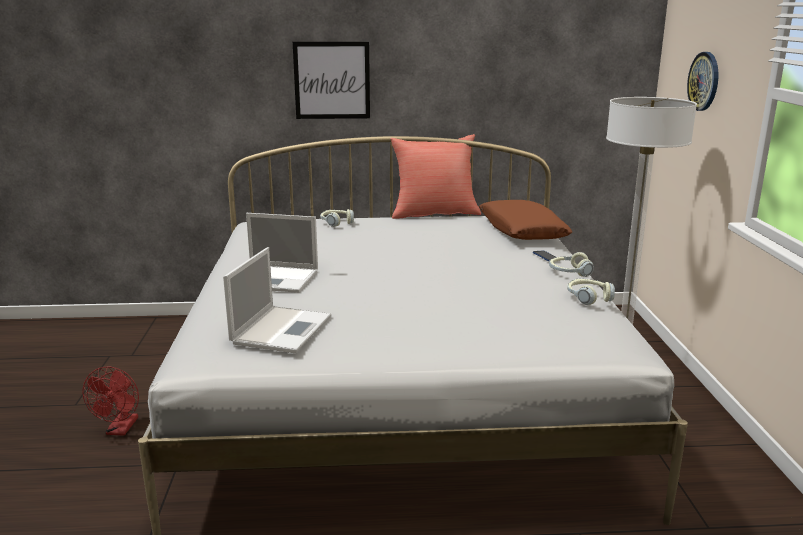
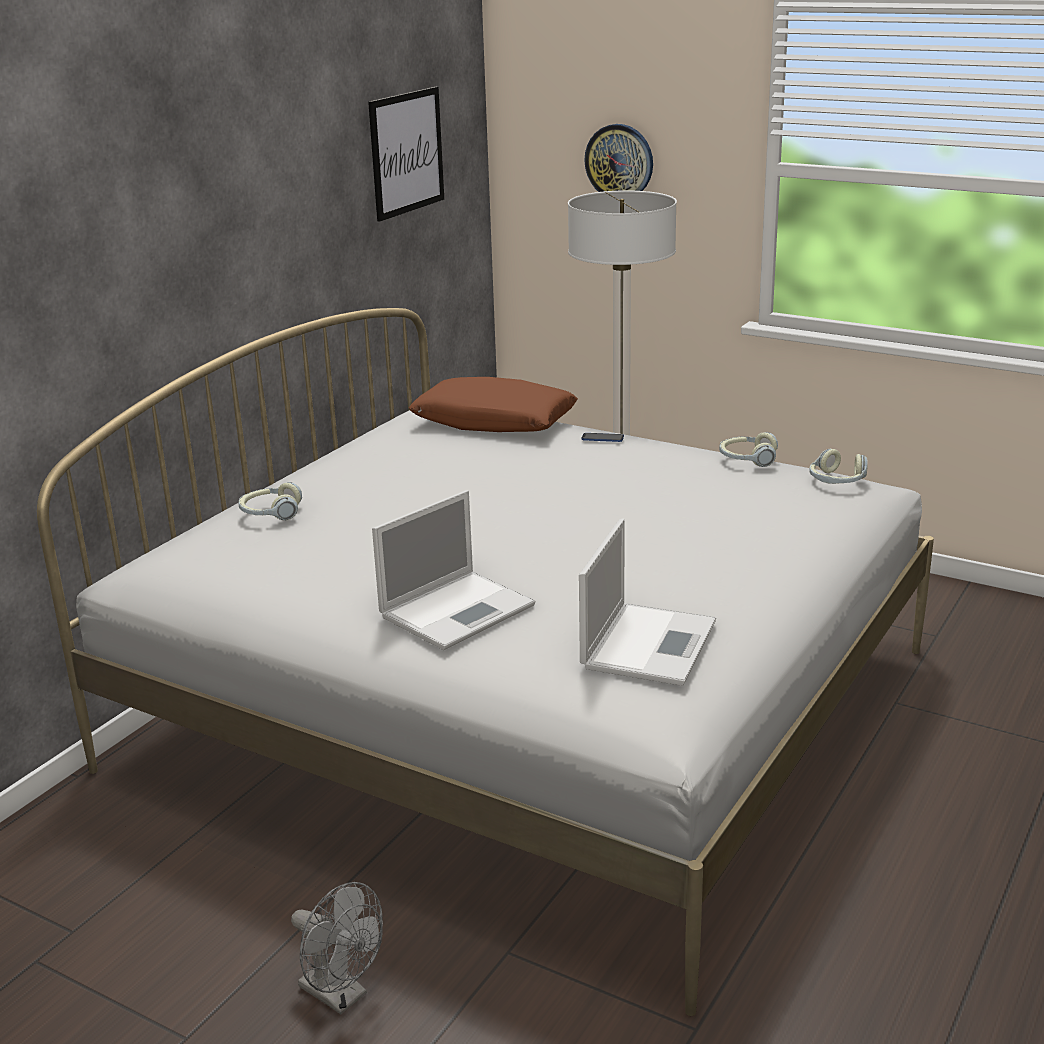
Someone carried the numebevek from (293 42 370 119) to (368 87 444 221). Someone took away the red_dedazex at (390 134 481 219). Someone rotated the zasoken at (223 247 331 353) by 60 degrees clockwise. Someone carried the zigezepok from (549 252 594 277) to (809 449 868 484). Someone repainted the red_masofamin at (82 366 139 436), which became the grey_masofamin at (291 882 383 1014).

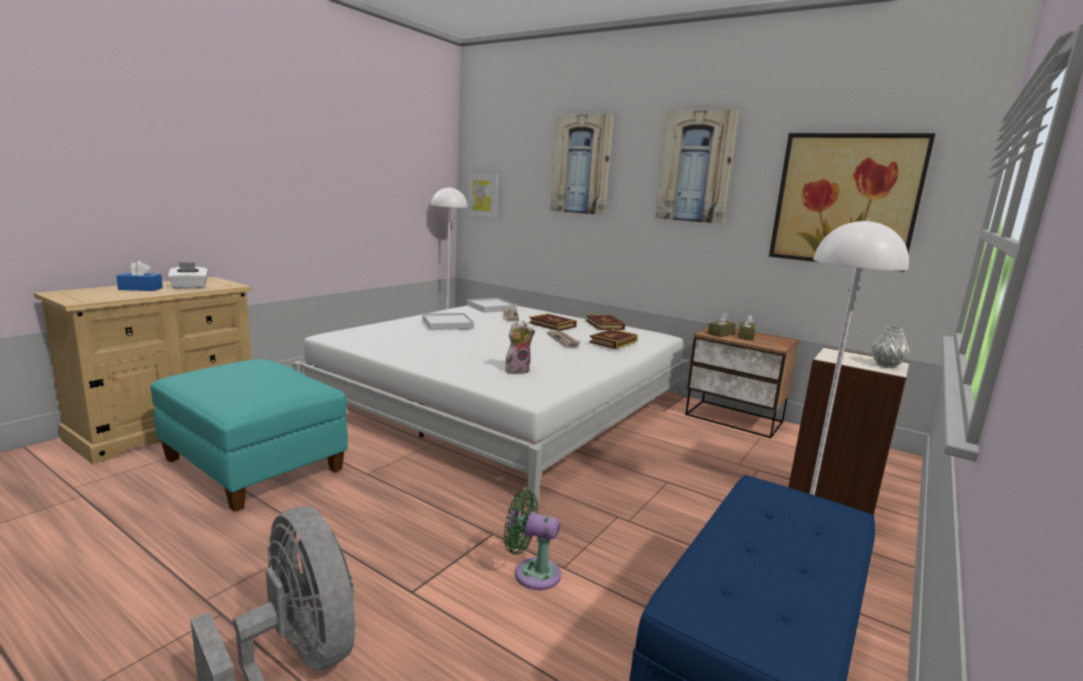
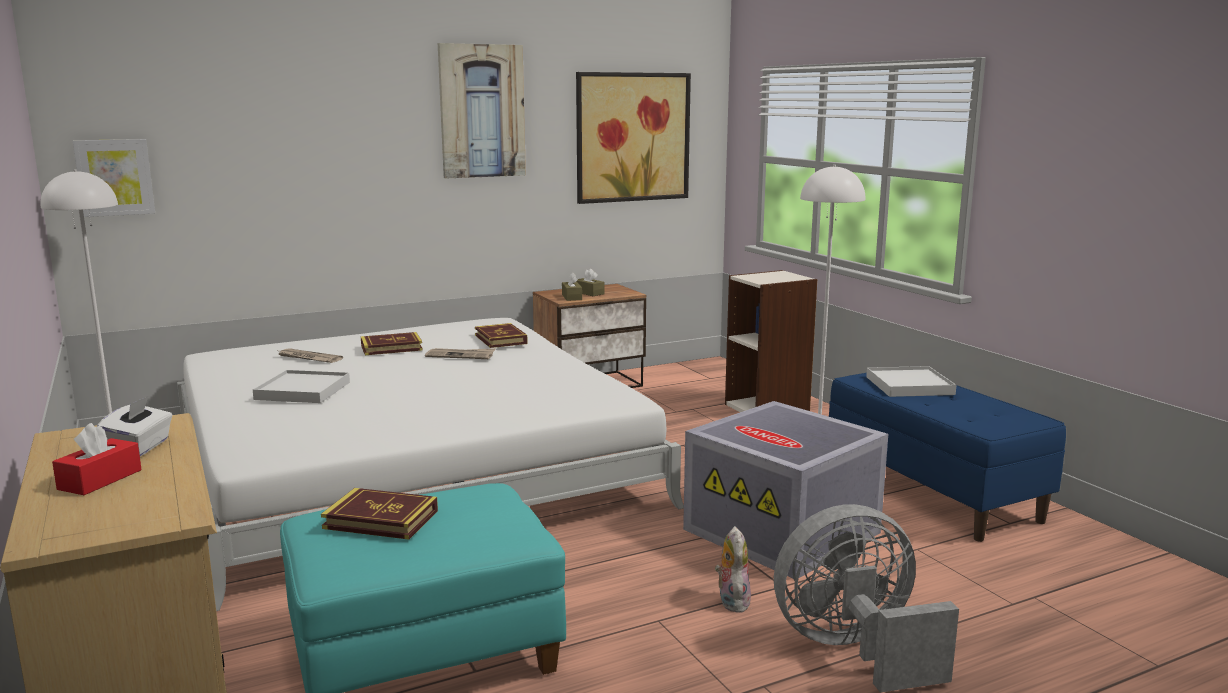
Someone took away the numebevek at (550 114 613 215). Someone repainted the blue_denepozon at (116 261 163 291), which became the red_denepozon at (52 423 142 495). Someone carried the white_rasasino from (467 298 517 313) to (866 366 956 397). Someone carried the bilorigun from (586 315 625 330) to (321 488 438 540). Someone carried the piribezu from (505 321 535 374) to (715 526 751 613). Someone took away the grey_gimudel at (871 327 910 368). Someone swapped the green_masofamin at (504 490 561 590) for the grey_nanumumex at (683 401 888 579).

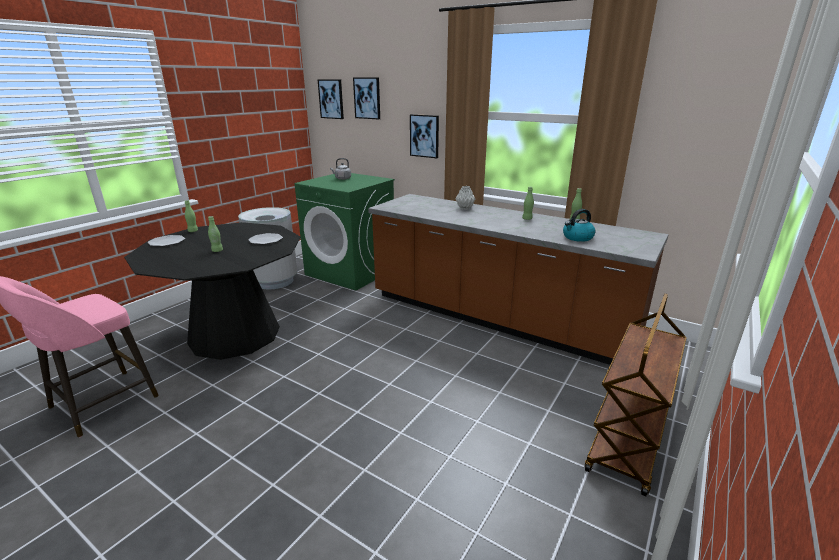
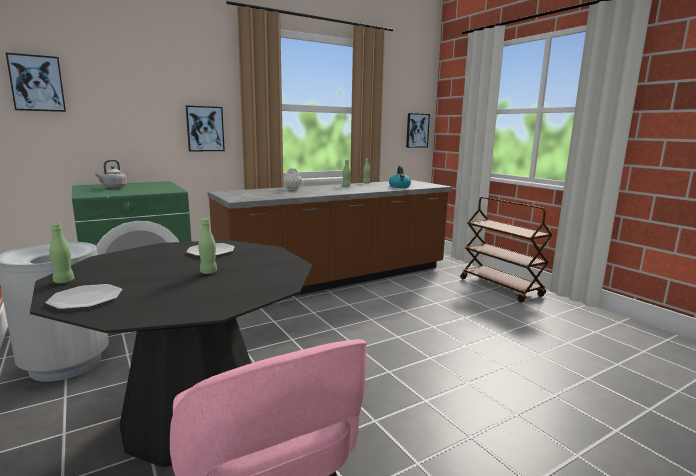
Someone carried the numebevek from (353 78 380 119) to (406 113 430 148).

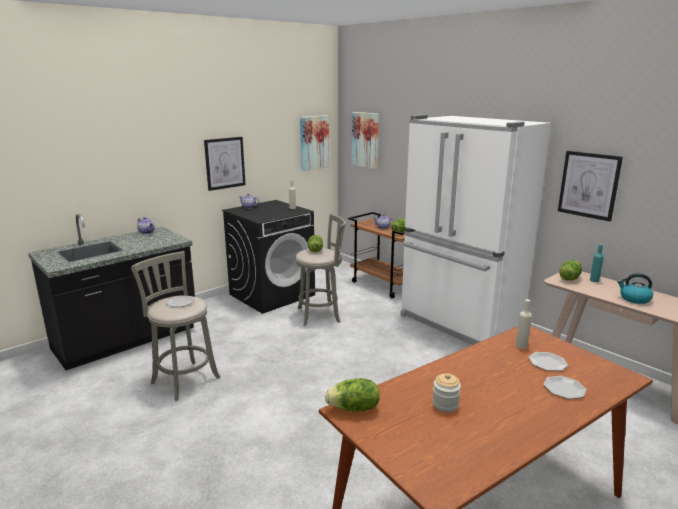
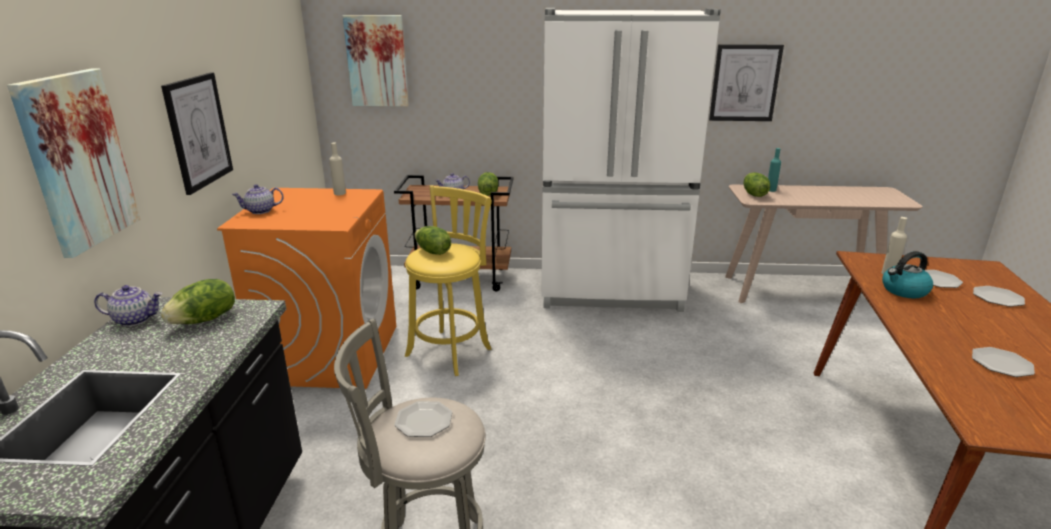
Someone carried the numebevek from (300 115 329 171) to (7 68 140 258). Someone repainted the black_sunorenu at (222 200 315 314), which became the orange_sunorenu at (217 188 396 389). Someone repainted the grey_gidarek at (295 213 346 326), which became the yellow_gidarek at (405 185 492 376). Someone carried the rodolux from (617 273 653 304) to (882 251 933 298). Someone swapped the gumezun at (432 373 461 412) for the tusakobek at (972 347 1035 377). Someone carried the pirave from (325 378 380 412) to (161 279 235 324).

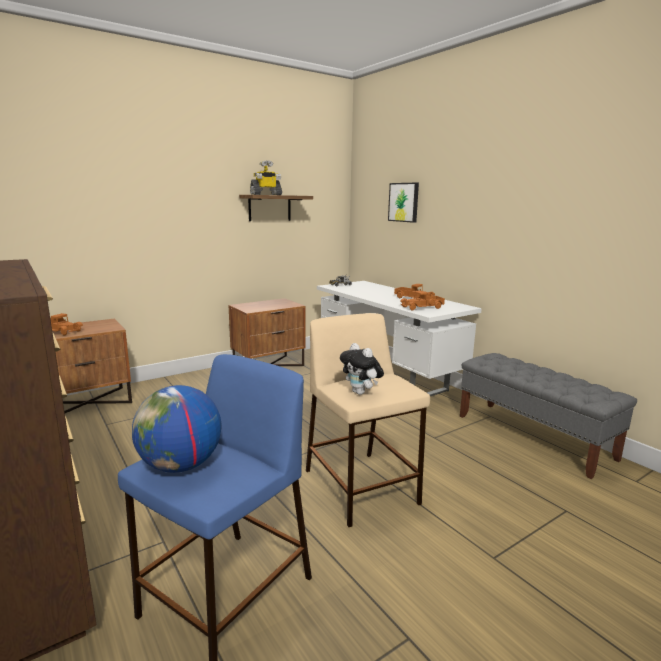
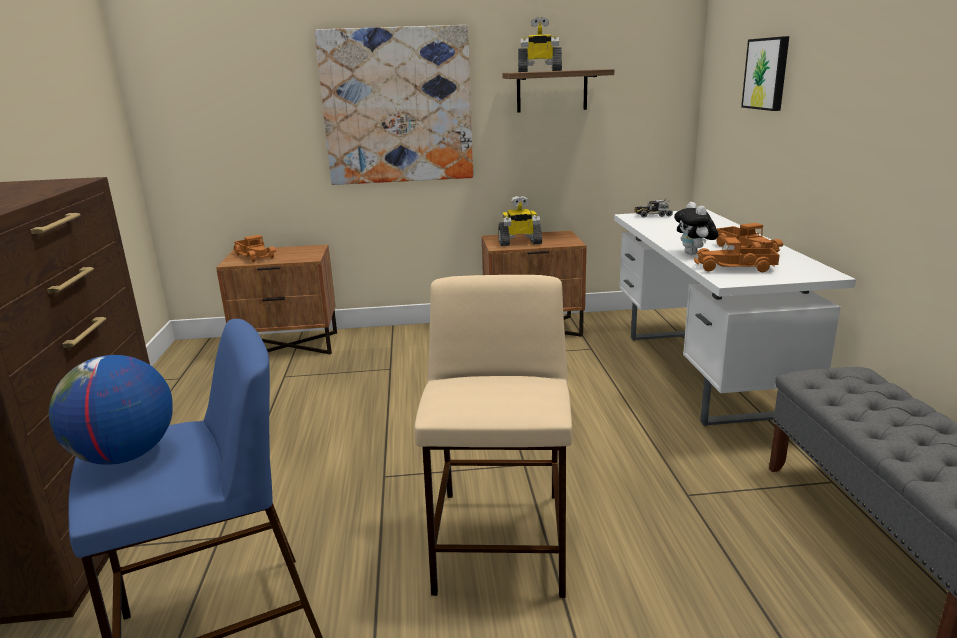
Someone carried the piribezu from (340 343 384 395) to (674 202 718 255). Someone put up the numebevek at (314 25 473 185). Someone put down the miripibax at (498 196 542 246).

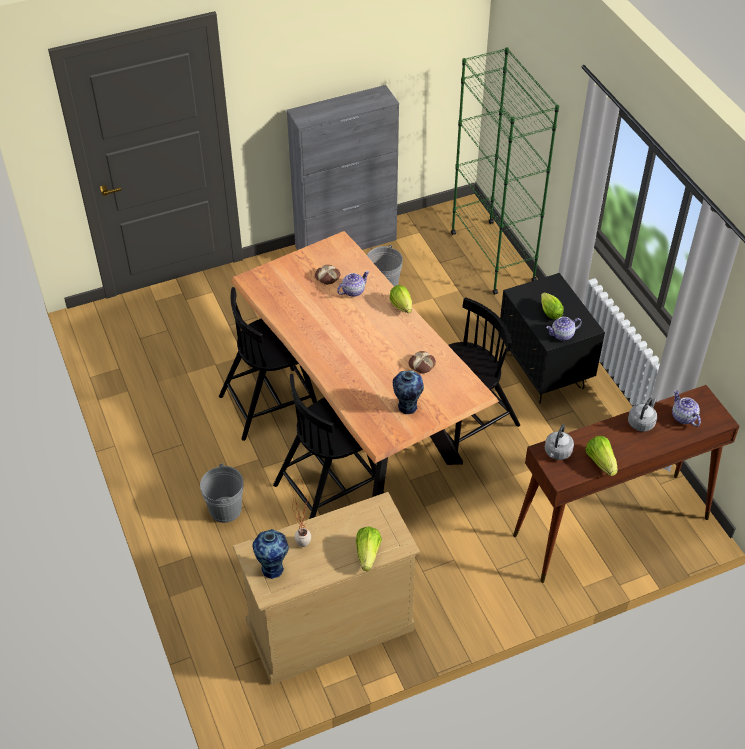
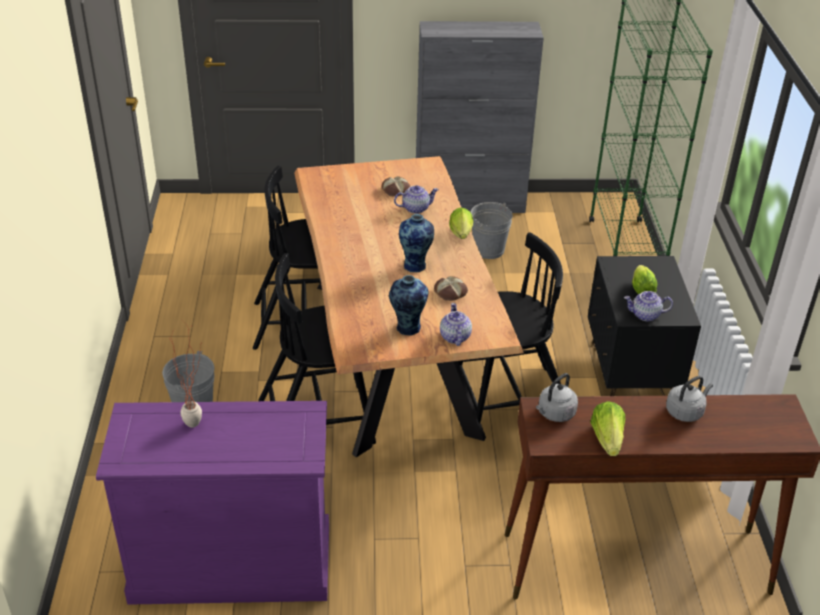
Someone carried the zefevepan from (672 390 701 427) to (440 303 472 346). Someone repainted the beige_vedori at (233 492 420 685), which became the purple_vedori at (96 401 329 605). Someone took away the pirave at (356 527 382 571). Someone carried the gimudel from (252 529 289 579) to (399 214 434 272).

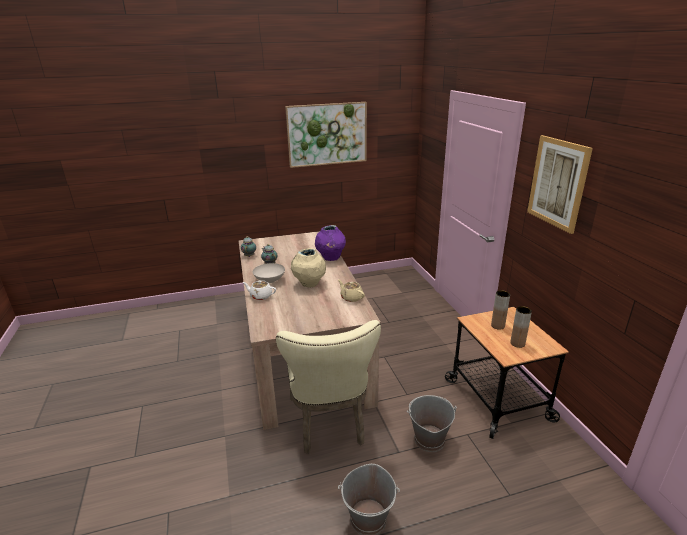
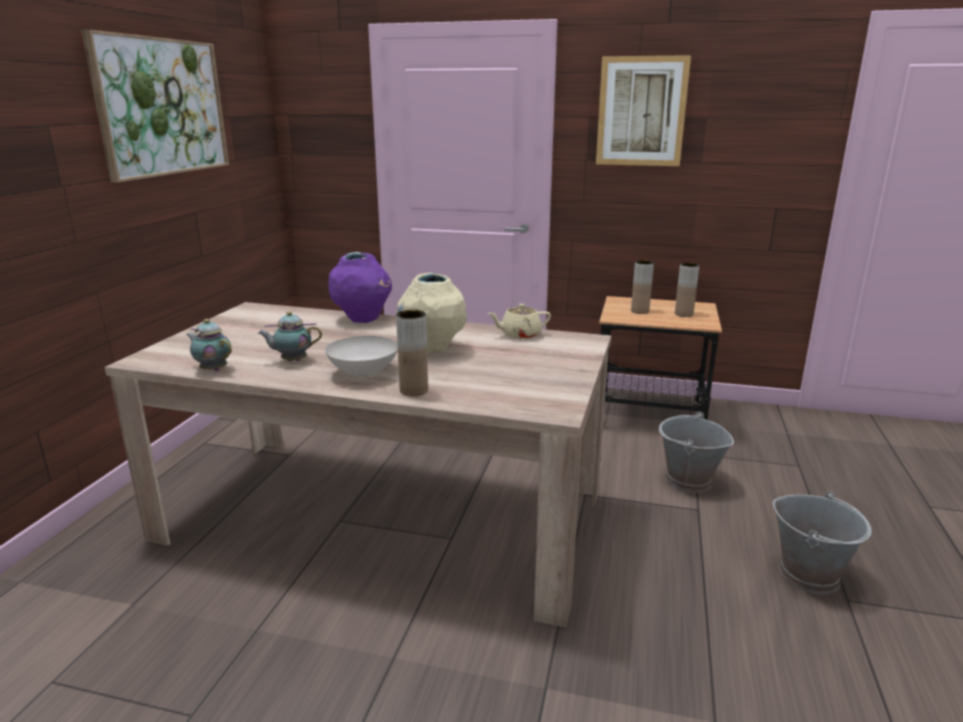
Someone swapped the white_zefevepan at (243 280 276 300) for the brown_gimudel at (396 310 428 396). Someone took away the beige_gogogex at (276 320 381 454).

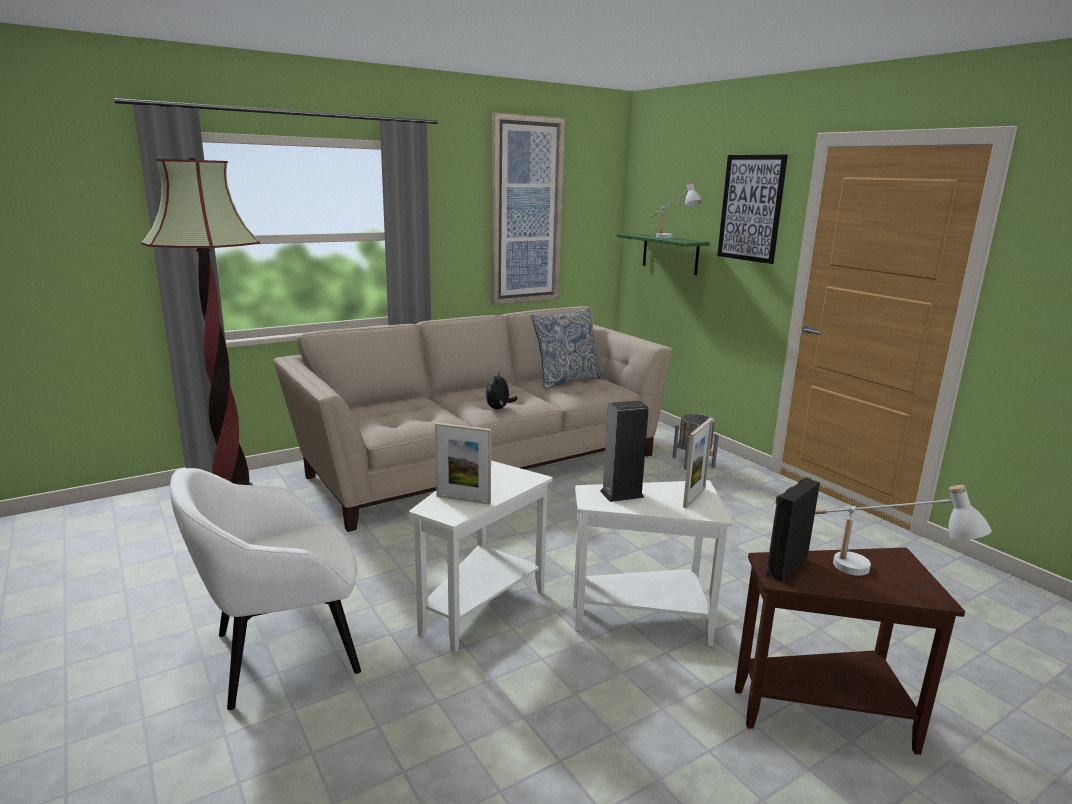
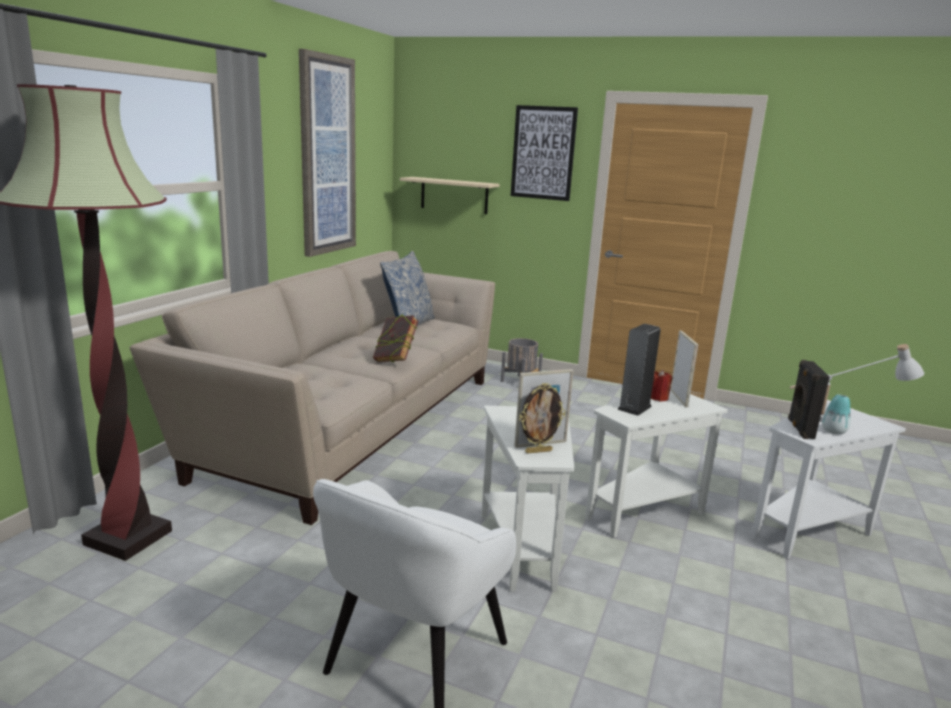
Someone took away the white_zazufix at (651 181 702 238). Someone repainted the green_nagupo at (617 233 709 275), which became the beige_nagupo at (400 177 500 214). Someone swapped the piribezu at (486 371 518 409) for the bilorigun at (373 315 419 363). Someone repainted the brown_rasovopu at (735 548 965 755), which became the white_rasovopu at (751 400 906 559). Someone put down the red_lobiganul at (651 370 672 401). Someone put down the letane at (519 383 565 453). Someone put down the gimudel at (822 394 851 434).

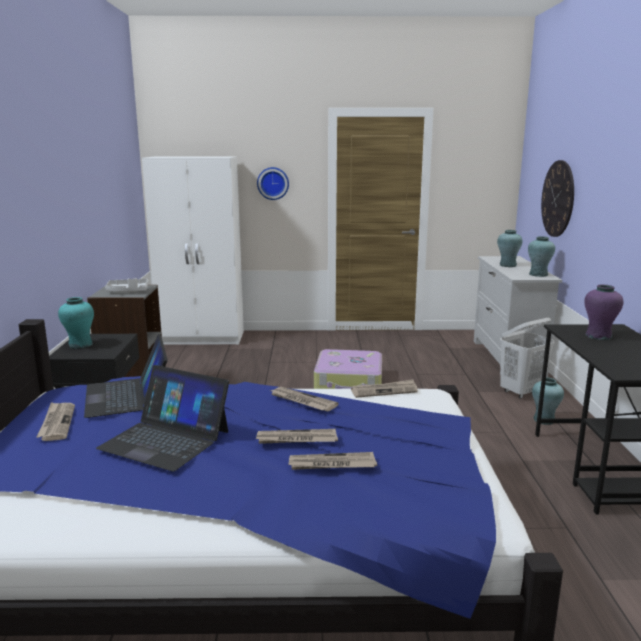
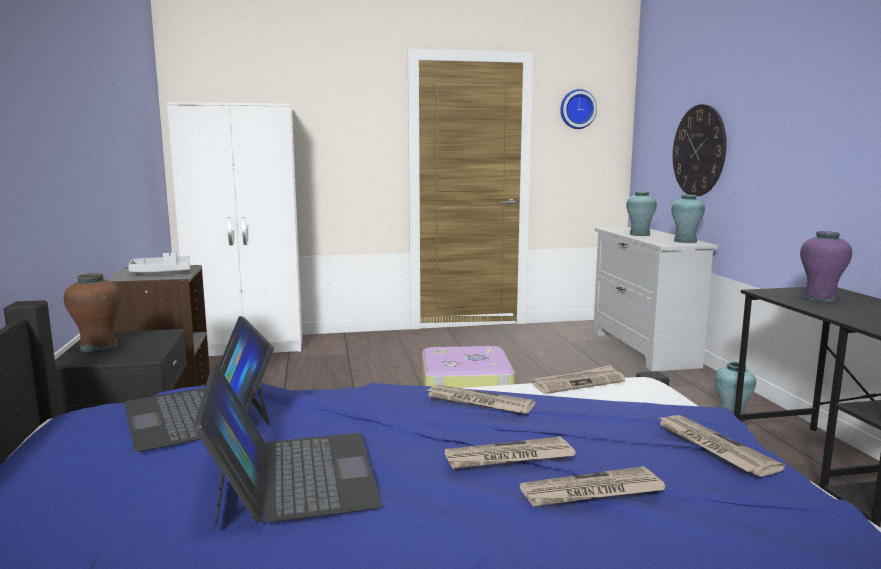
Someone carried the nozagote from (257 167 289 200) to (560 89 597 129). Someone repainted the turquoise_gimudel at (58 297 94 349), which became the brown_gimudel at (64 273 121 353). Someone took away the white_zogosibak at (500 318 555 399). Someone rotated the zasoken at (96 365 229 472) by 120 degrees counterclockwise. Someone carried the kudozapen from (37 402 75 441) to (656 415 785 477).

